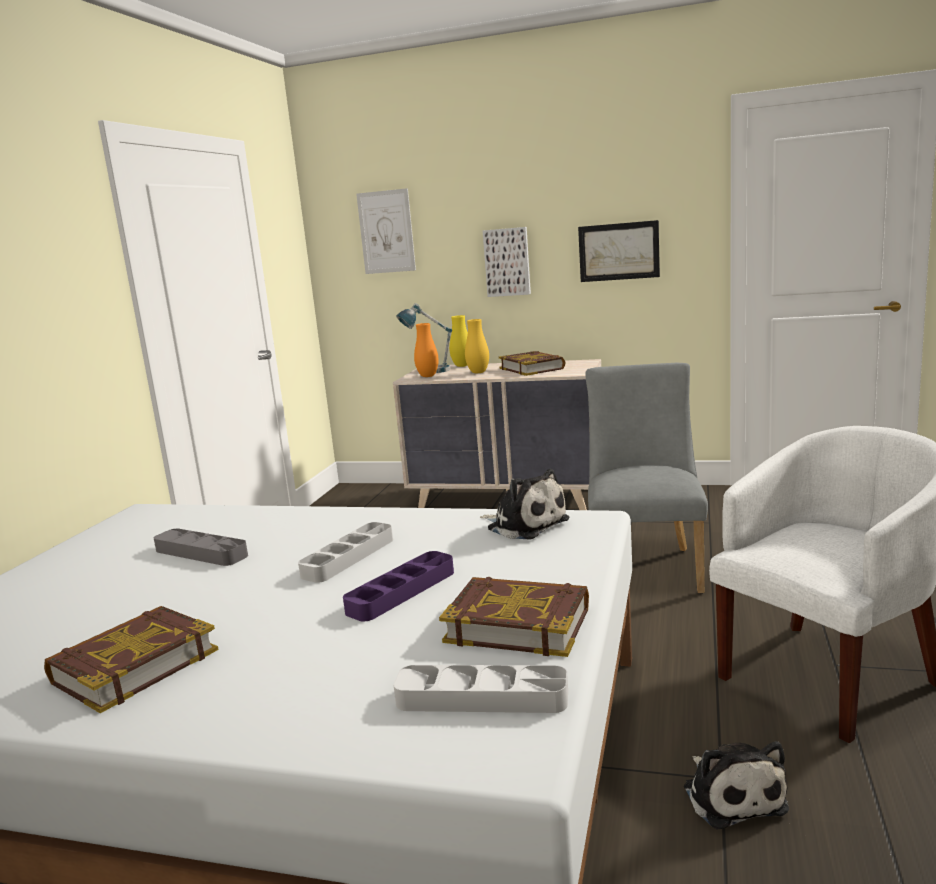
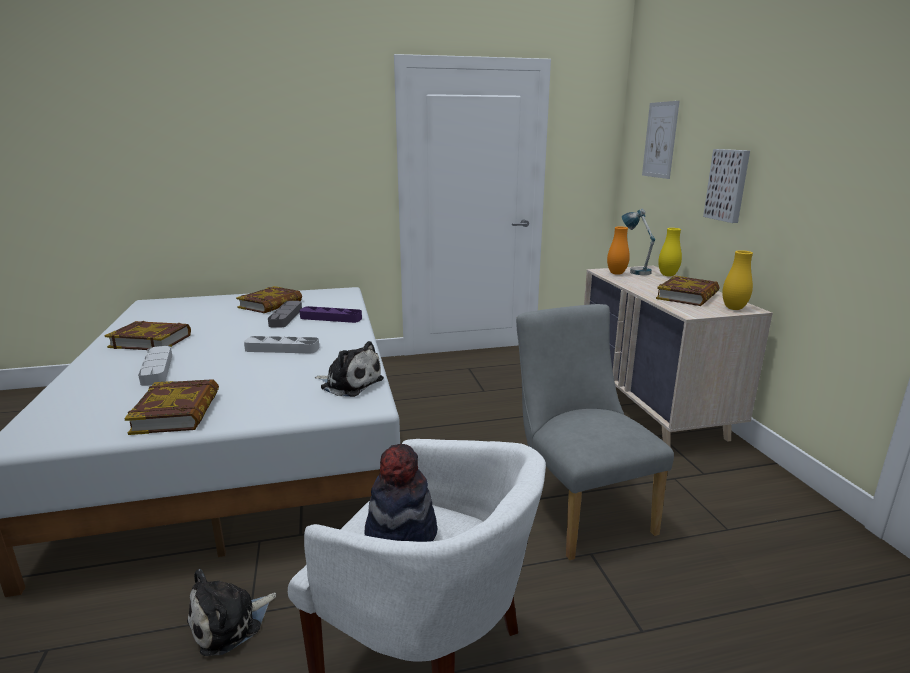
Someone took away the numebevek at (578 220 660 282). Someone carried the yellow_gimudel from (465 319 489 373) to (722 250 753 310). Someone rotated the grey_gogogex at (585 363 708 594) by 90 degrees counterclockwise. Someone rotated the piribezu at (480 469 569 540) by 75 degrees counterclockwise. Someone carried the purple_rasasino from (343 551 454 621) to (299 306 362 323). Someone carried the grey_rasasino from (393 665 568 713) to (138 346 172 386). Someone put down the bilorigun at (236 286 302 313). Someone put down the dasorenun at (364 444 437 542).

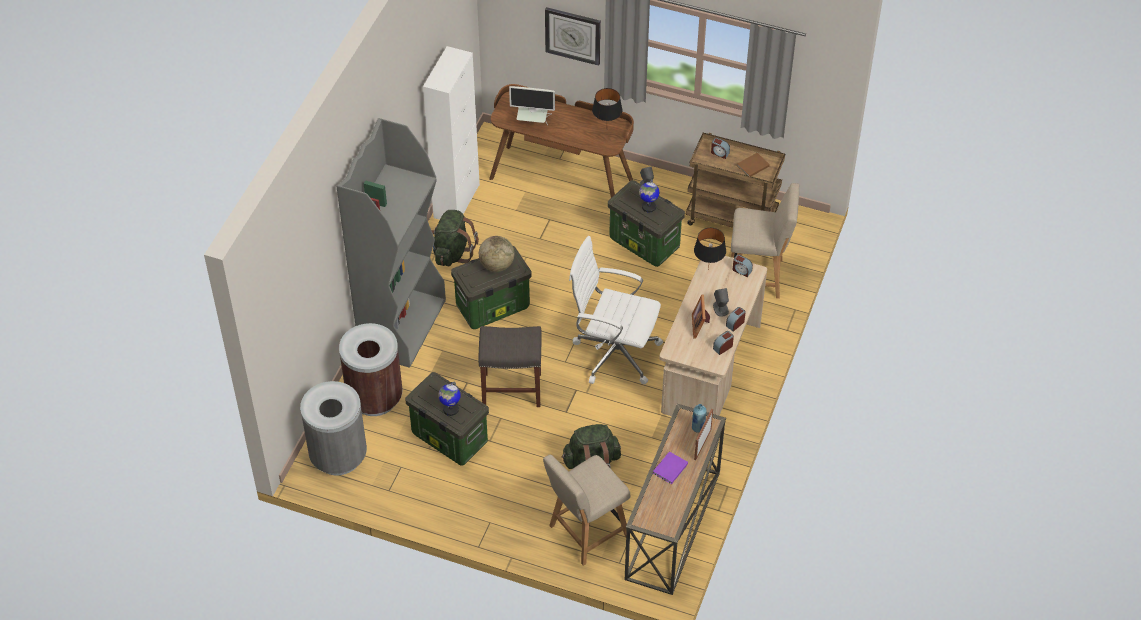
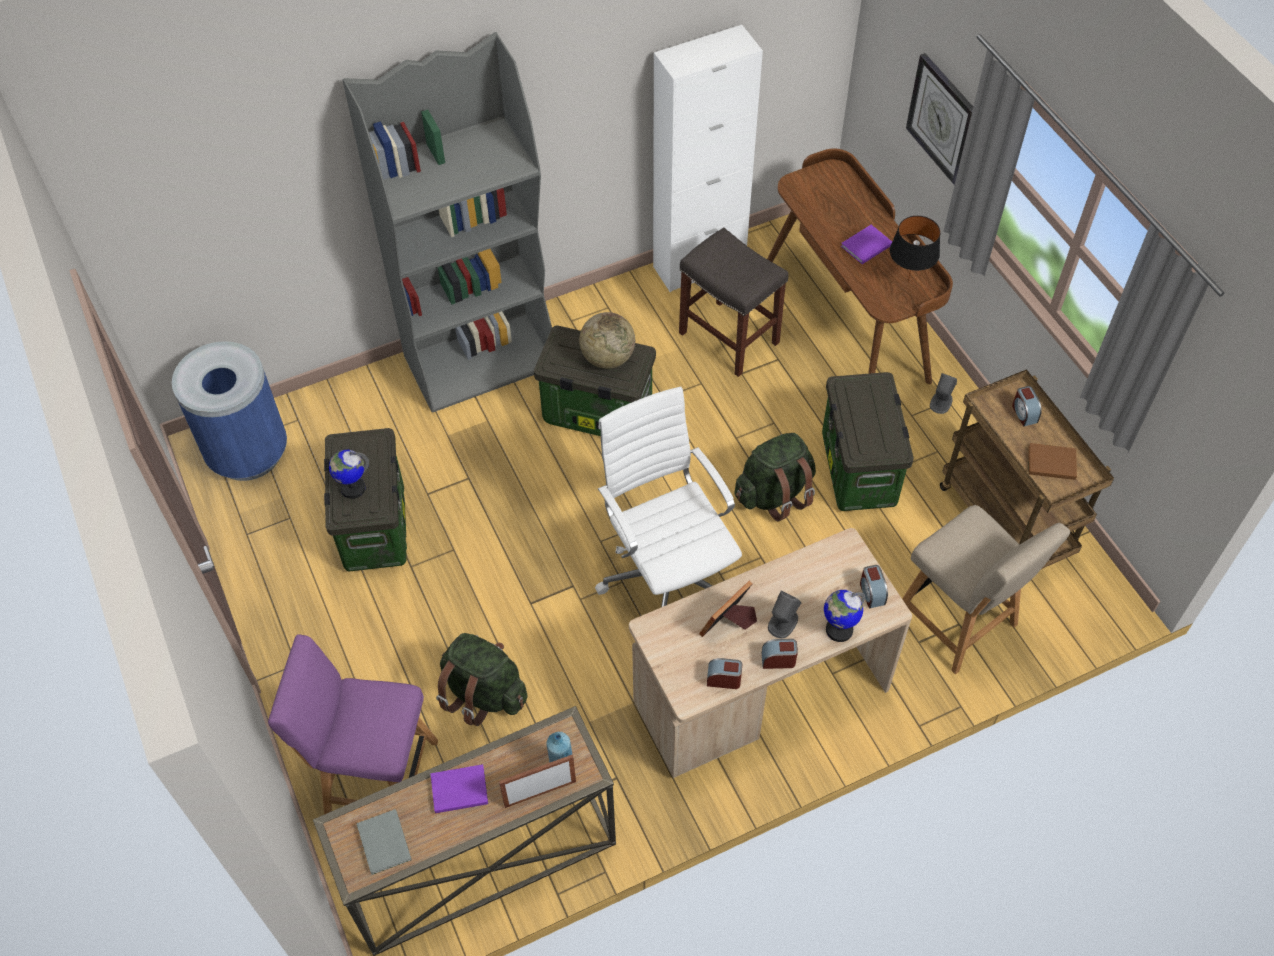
Someone took away the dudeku at (509 86 555 125). Someone carried the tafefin from (639 179 659 213) to (824 590 865 642). Someone carried the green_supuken from (432 210 479 266) to (734 433 816 521). Someone took away the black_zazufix at (694 228 726 270). Someone took away the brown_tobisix at (339 323 403 416). Someone carried the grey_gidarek from (479 326 542 407) to (679 227 789 377). Someone repainted the grey_tobisix at (300 381 367 476), which became the blue_tobisix at (172 341 287 481). Someone repainted the beige_gogogex at (543 454 630 566), which became the purple_gogogex at (268 634 438 815). Someone put down the purple_bilorigun at (841 225 892 264). Someone put down the grey_bilorigun at (356 809 412 875).

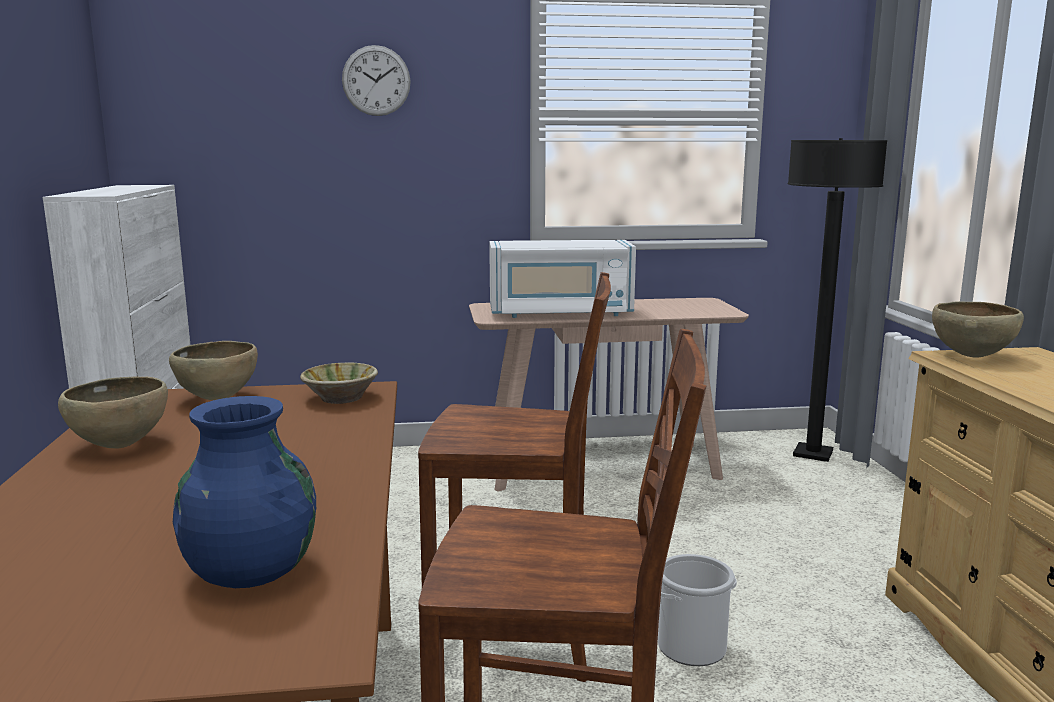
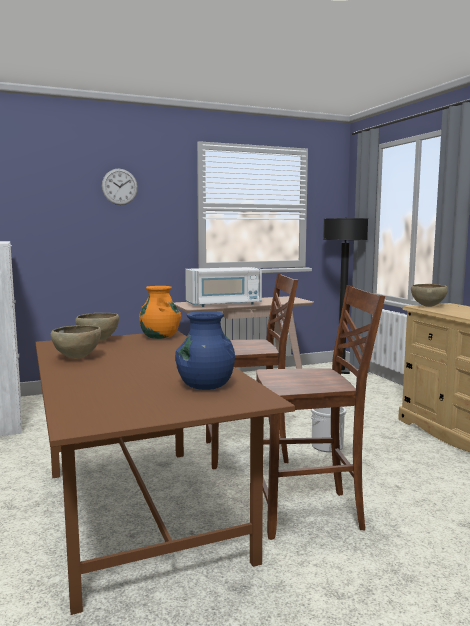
Someone swapped the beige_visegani at (300 363 378 404) for the orange_gimudel at (139 286 181 339).

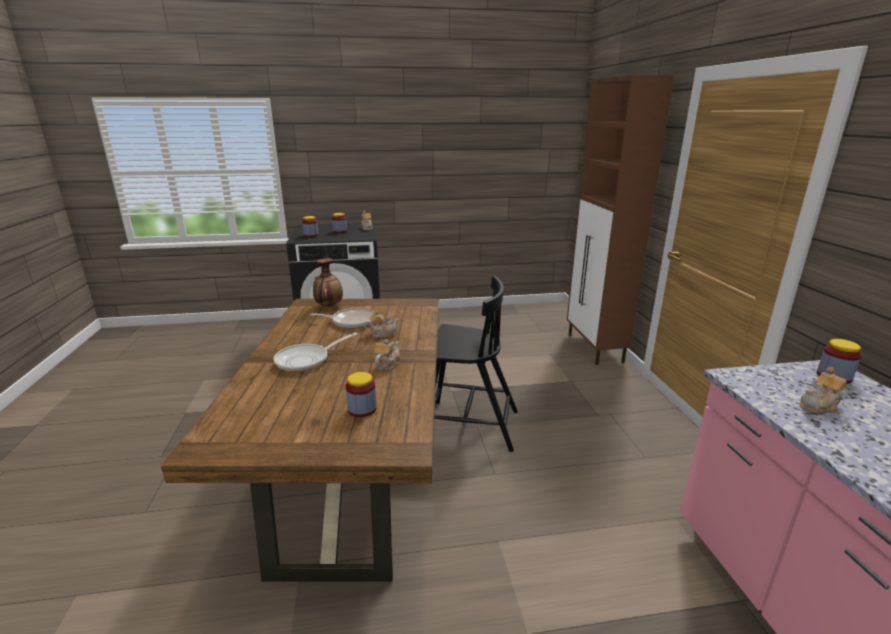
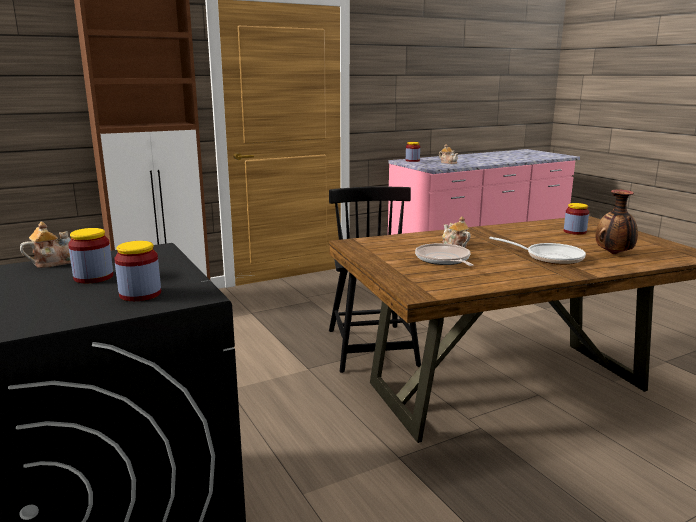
Someone carried the gimudel from (313 258 343 307) to (595 190 638 254). Someone took away the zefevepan at (374 339 400 371).

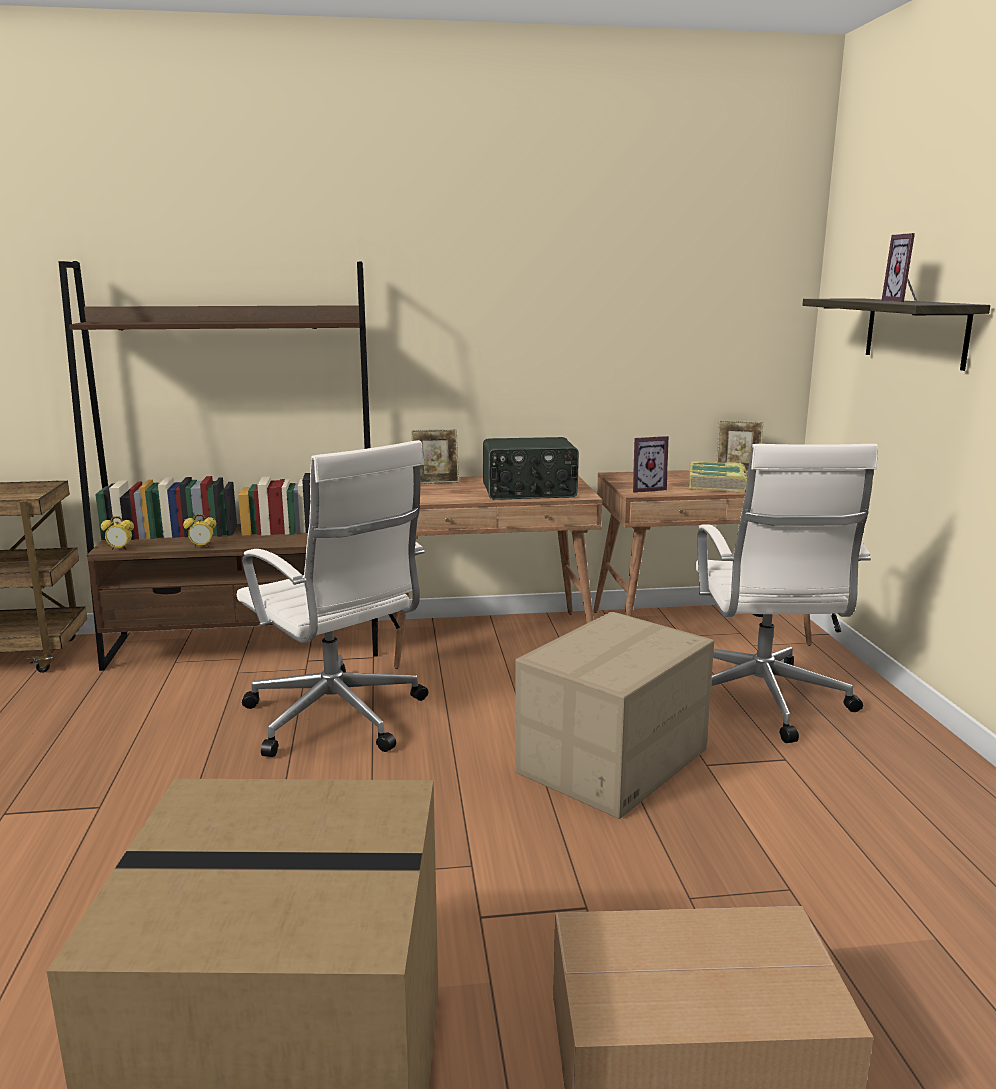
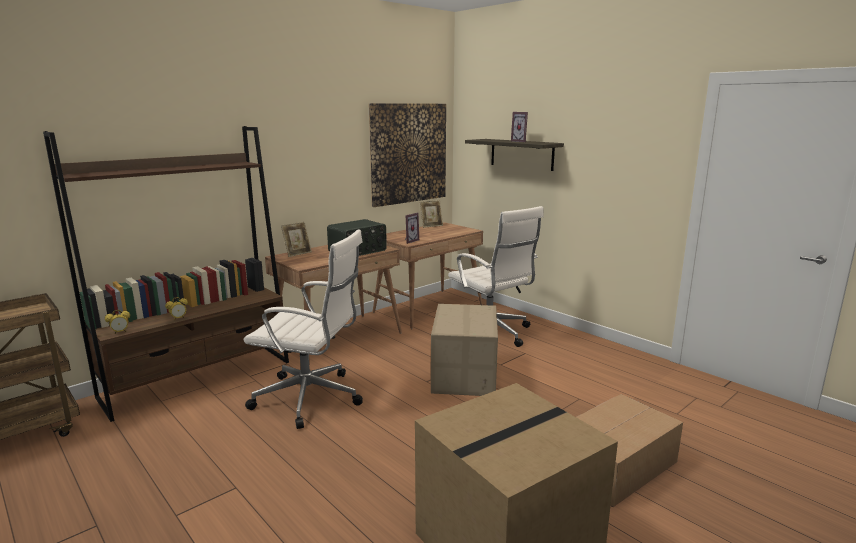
Someone took away the bilorigun at (688 461 747 493). Someone put up the numebevek at (369 103 446 207).

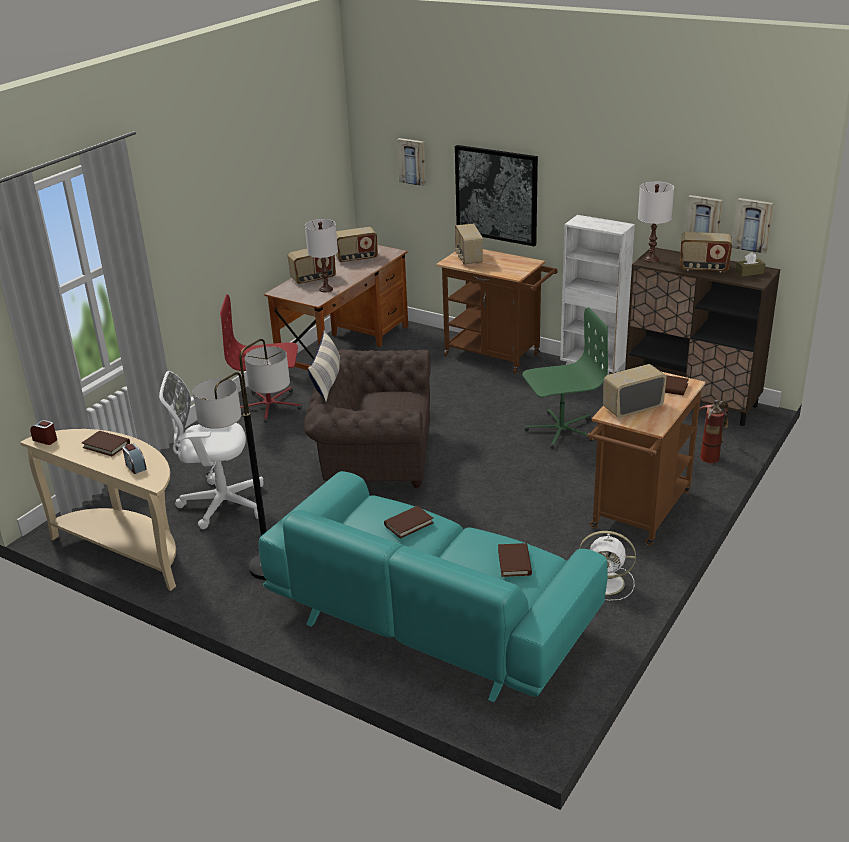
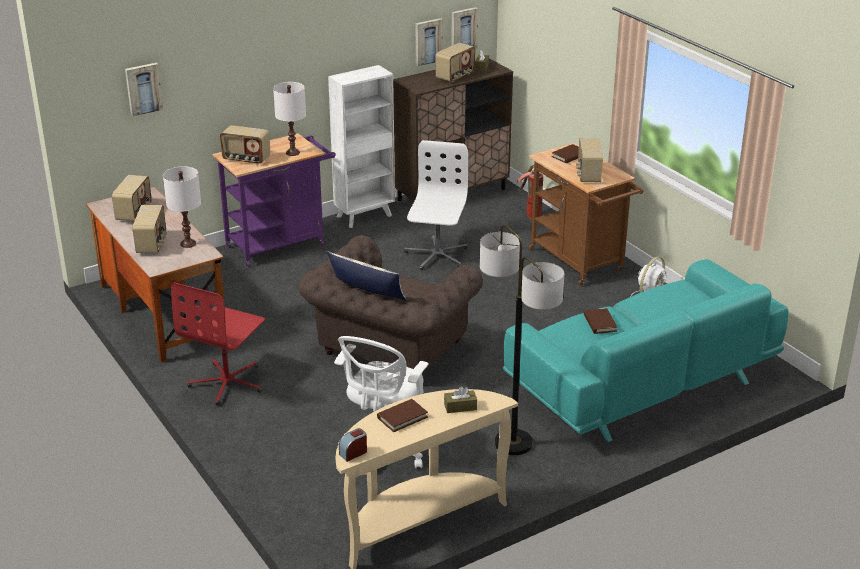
Someone took away the numebevek at (455 145 538 246). Someone carried the white_zazufix from (638 182 674 263) to (273 82 306 156). Someone repainted the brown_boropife at (436 249 558 374), which became the purple_boropife at (213 133 335 268). Someone repainted the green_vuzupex at (522 307 608 449), which became the white_vuzupex at (404 140 468 270). Someone swapped the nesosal at (122 443 147 474) for the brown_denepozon at (444 386 477 413). Someone took away the brown_bilorigun at (498 543 532 577).

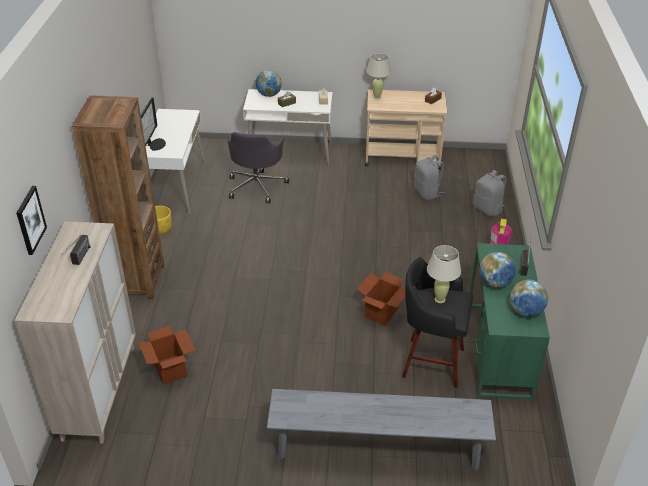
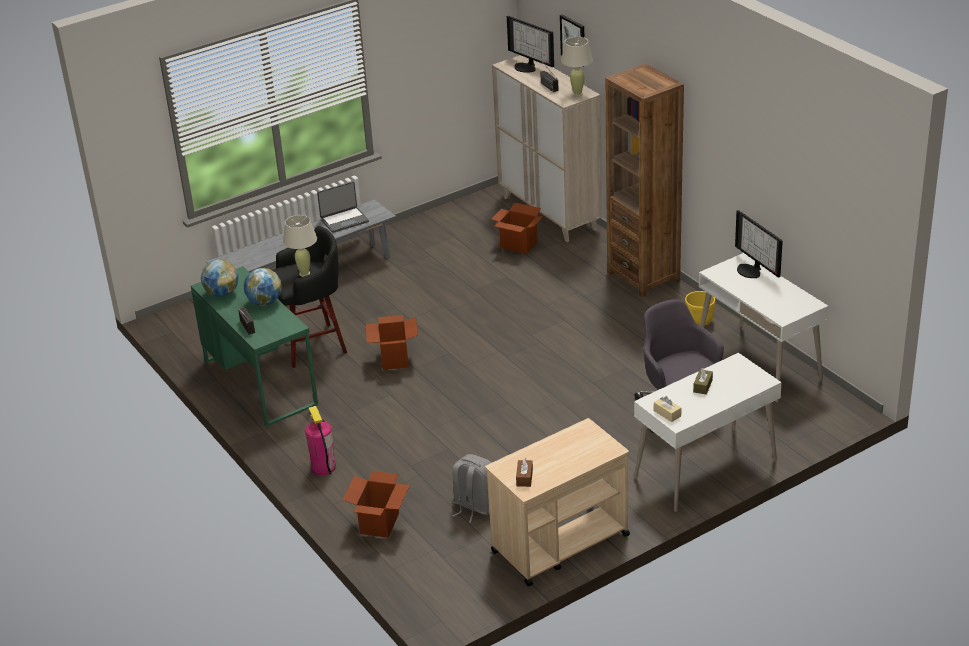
Someone carried the beige_zazufix from (366 53 391 100) to (561 37 593 96). Someone took away the tafefin at (256 70 282 97). Someone swapped the grey_supuken at (473 170 507 217) for the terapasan at (343 471 410 538). Someone put down the dudeku at (507 16 554 73). Someone put down the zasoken at (317 181 369 233).

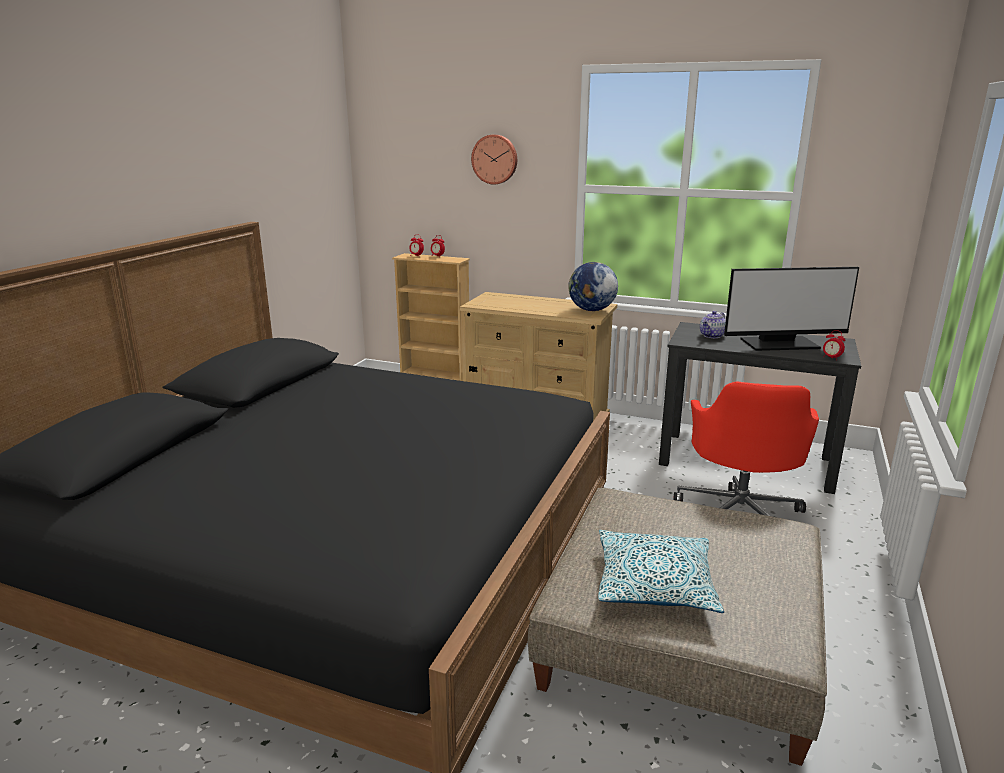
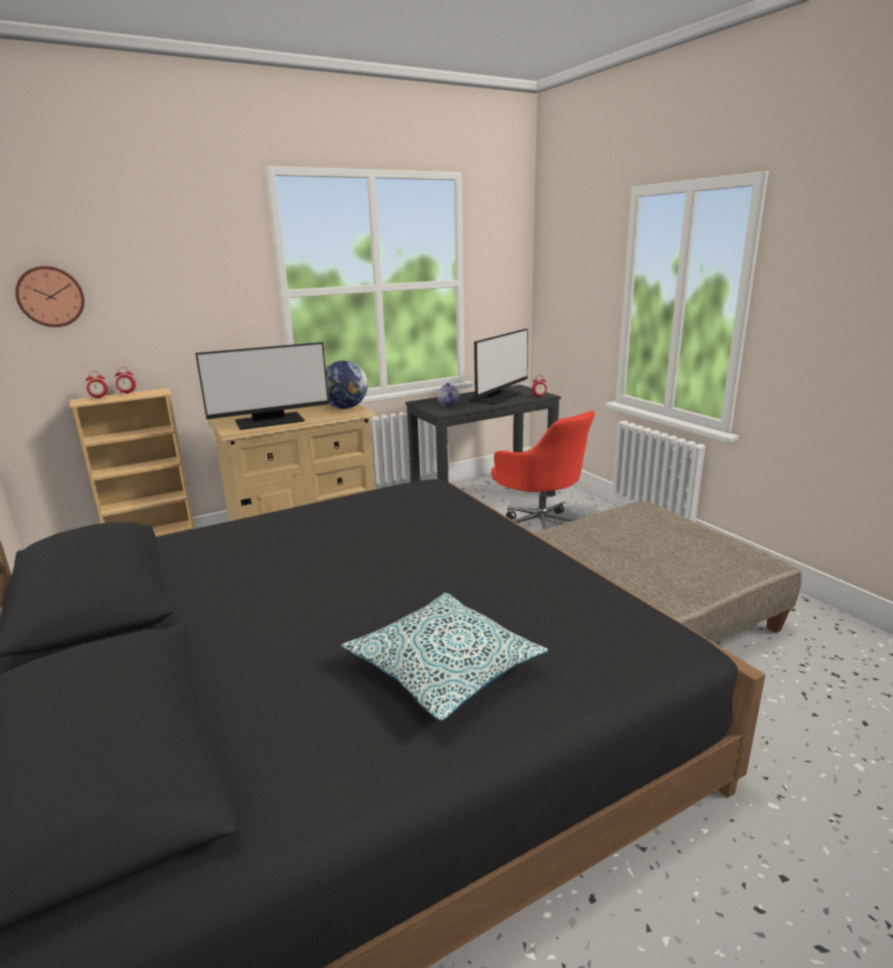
Someone carried the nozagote from (471 134 517 185) to (15 266 85 327). Someone carried the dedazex from (598 530 724 613) to (341 593 549 721). Someone put down the dudeku at (195 342 329 430).

